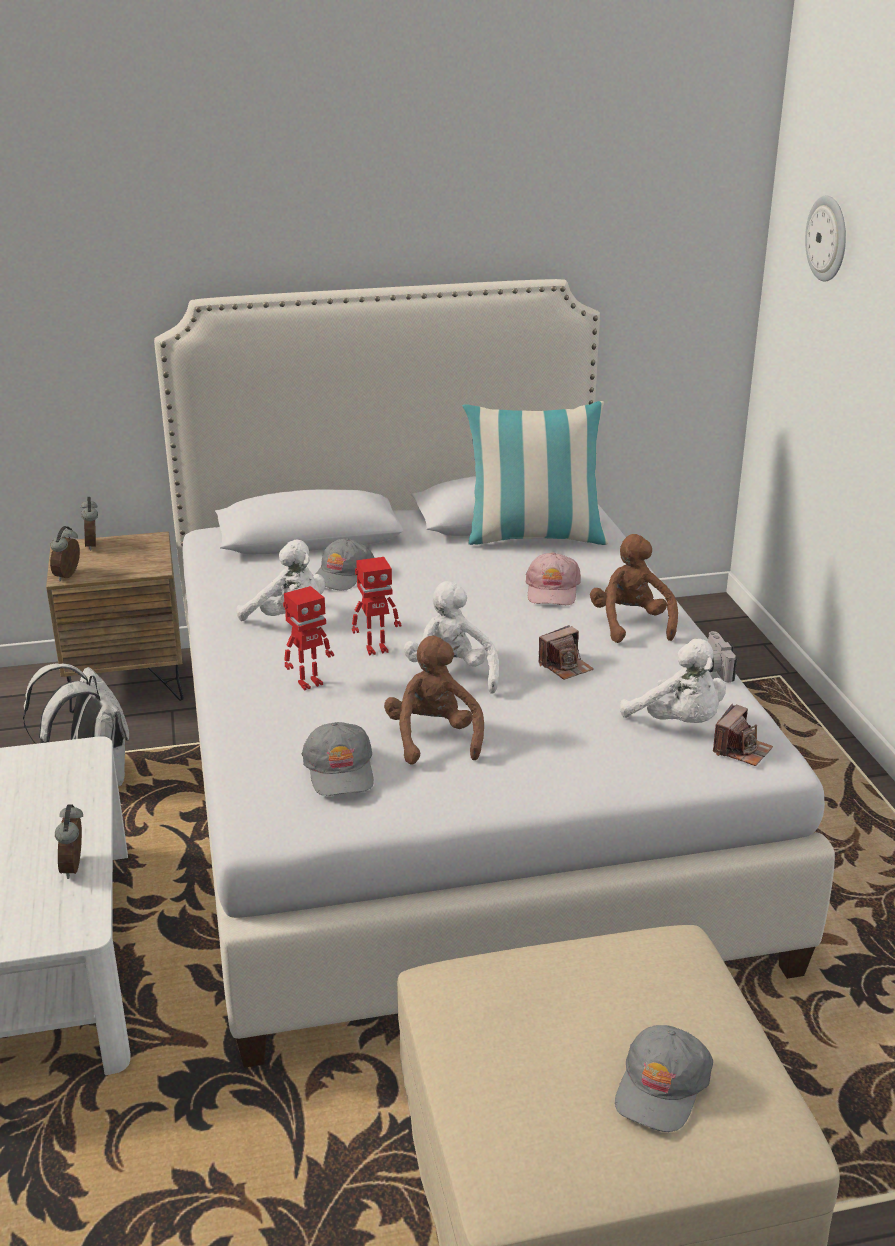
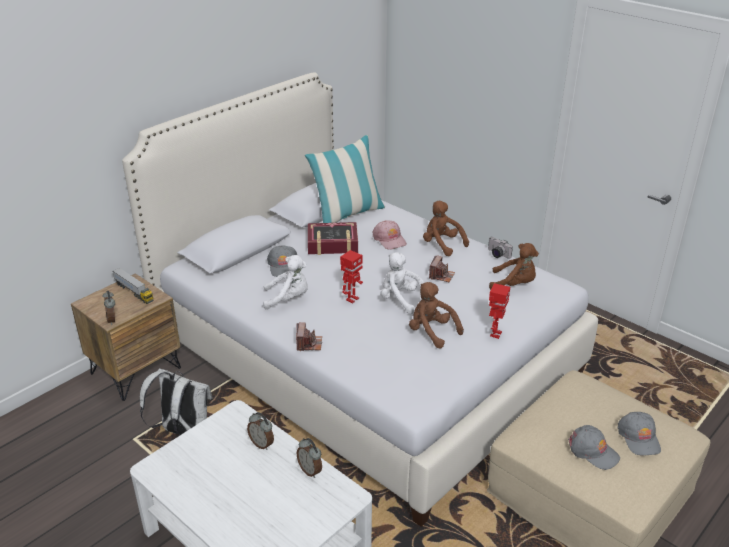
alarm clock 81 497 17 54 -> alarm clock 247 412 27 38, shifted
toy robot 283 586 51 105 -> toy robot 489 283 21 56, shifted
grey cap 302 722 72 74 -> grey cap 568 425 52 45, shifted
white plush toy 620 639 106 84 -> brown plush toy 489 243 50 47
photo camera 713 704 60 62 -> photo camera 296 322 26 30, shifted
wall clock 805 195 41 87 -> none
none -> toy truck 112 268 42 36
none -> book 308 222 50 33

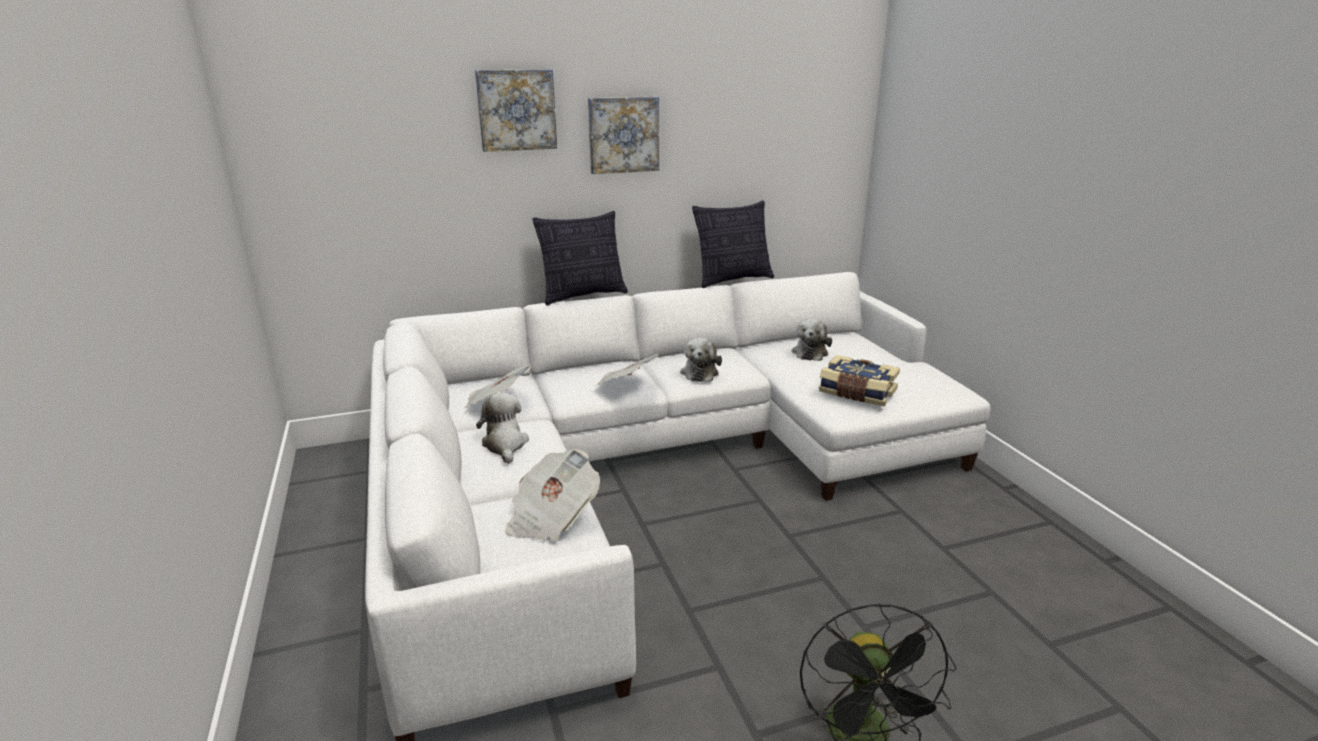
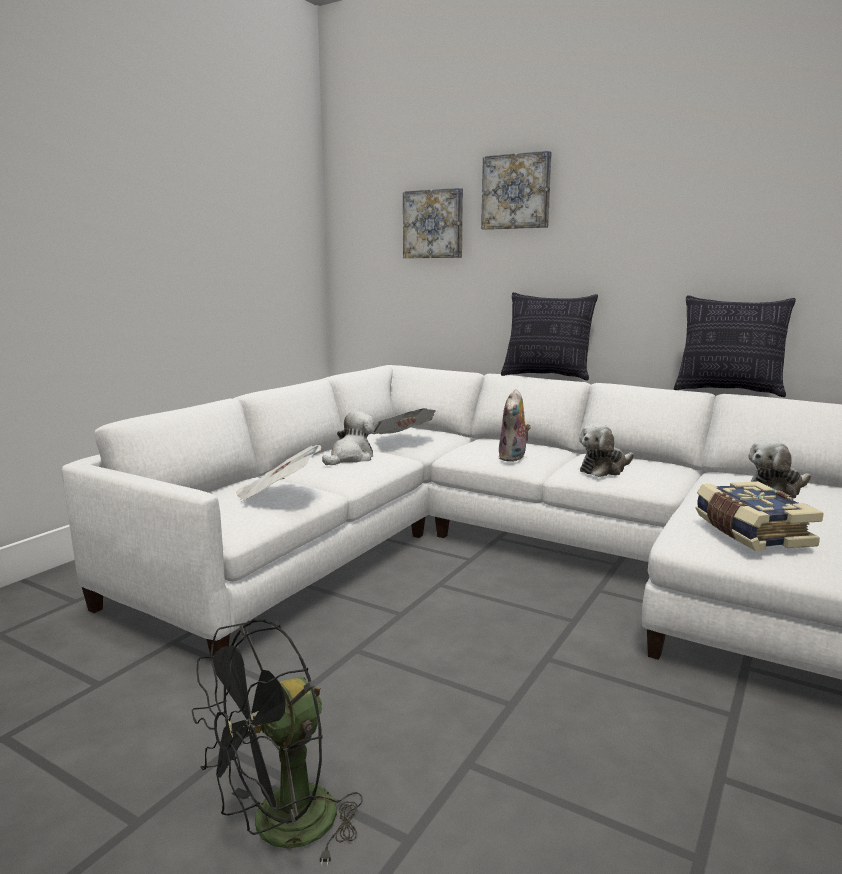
picture 588 97 71 77 -> picture 403 188 60 70, shifted
newspaper 595 354 63 32 -> plush toy 499 389 32 73

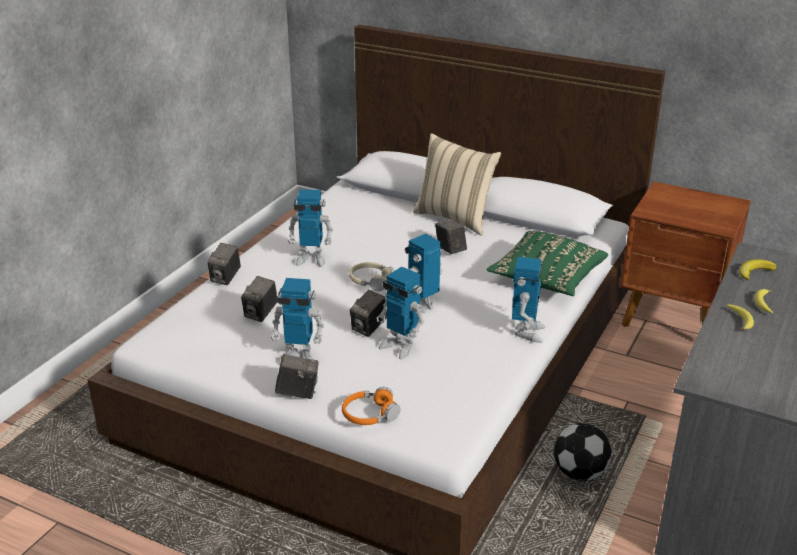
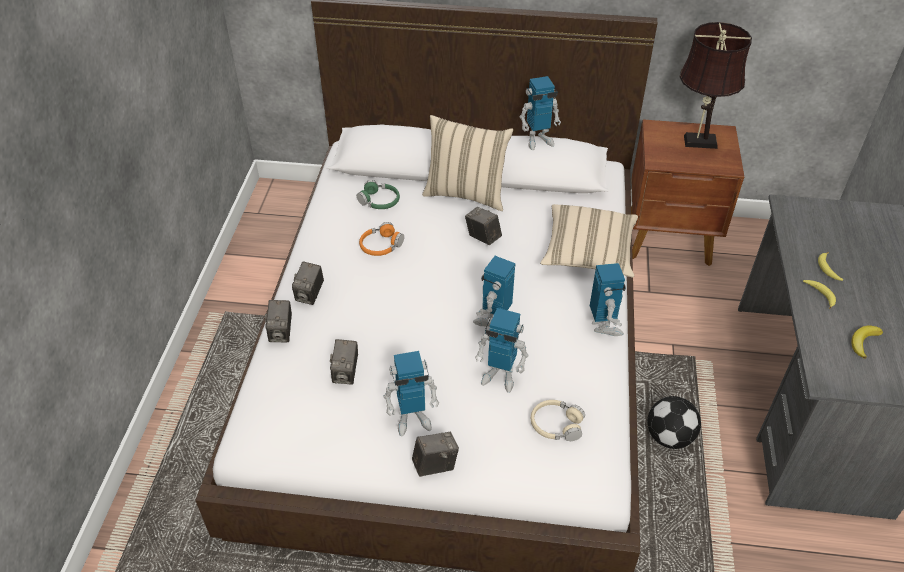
toy robot 288 189 45 78 -> toy robot 520 76 41 74, shifted
orange headphones 342 387 58 38 -> orange headphones 359 222 45 34, shifted
beige headphones 349 262 45 30 -> beige headphones 531 400 54 41, shifted
photo camera 350 290 37 47 -> photo camera 292 262 32 43, shifted
green pillow 486 231 122 65 -> beige pillow 540 204 98 73
banana 739 259 37 22 -> banana 851 326 32 33, shifted
none -> green headphones 357 180 43 29
none -> brown table lamp 680 22 72 127

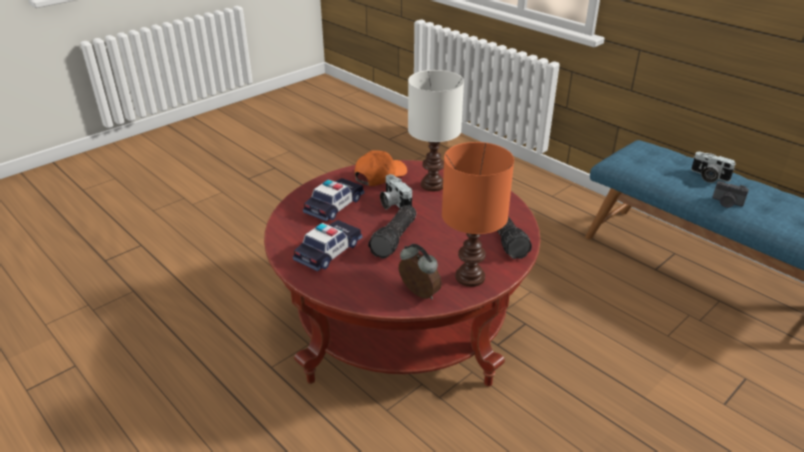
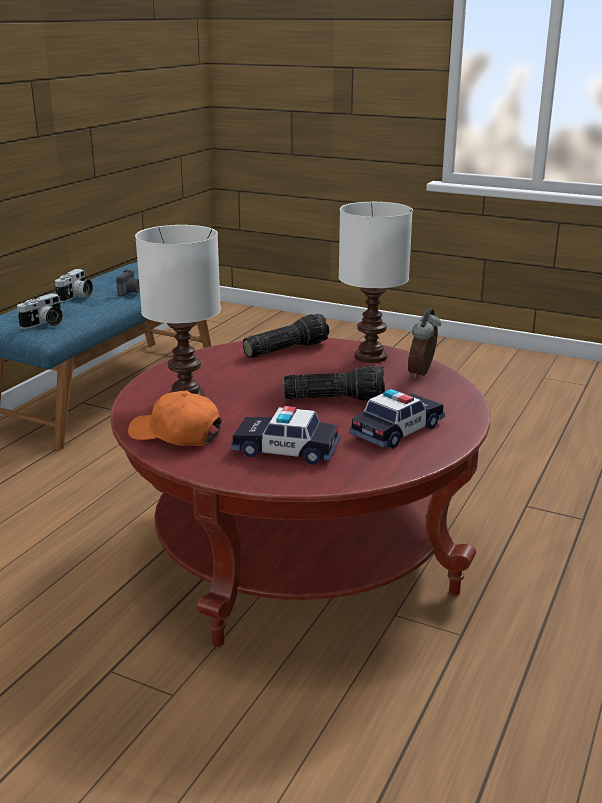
toy car 293 220 69 51 -> toy car 349 389 96 60, 120 degrees clockwise
photo camera 380 174 32 36 -> photo camera 17 293 46 36, shifted
orange table lamp 442 142 72 145 -> white table lamp 339 202 74 161

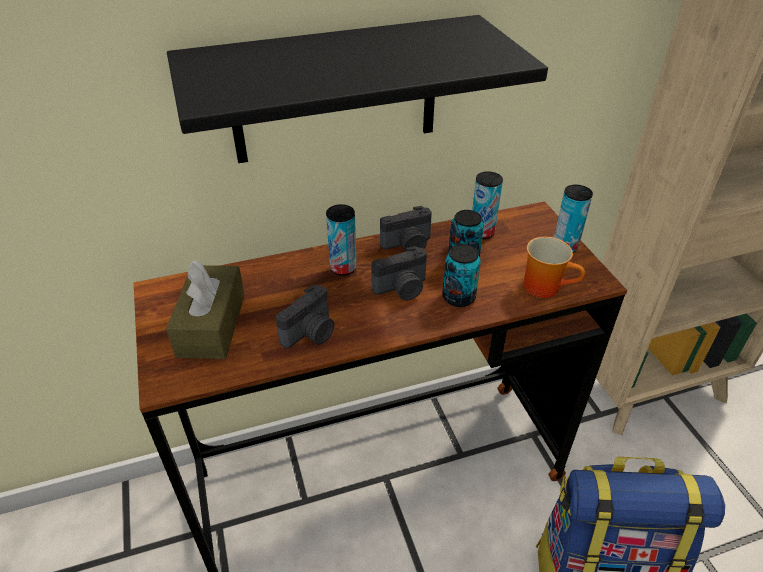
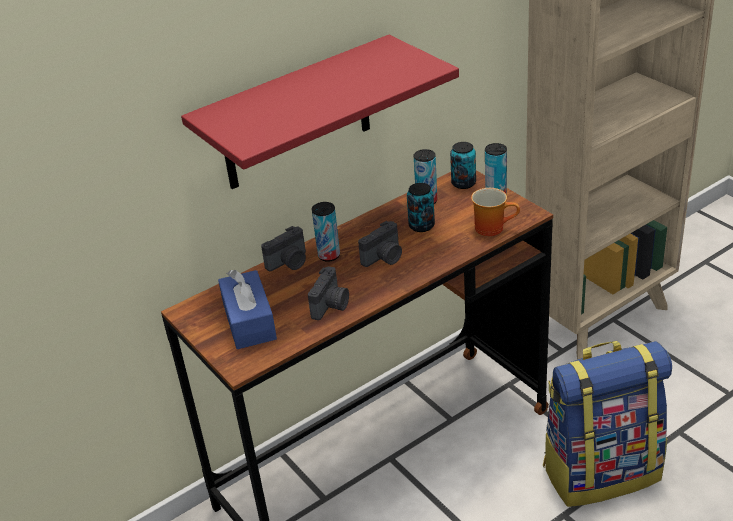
brown tissue box 166 260 79 99 -> blue tissue box 218 270 59 79
black shelf 167 15 381 148 -> red shelf 181 35 278 154
photo camera 380 206 52 46 -> photo camera 261 226 45 45, shifted
can 442 244 39 63 -> can 450 142 26 47, shifted

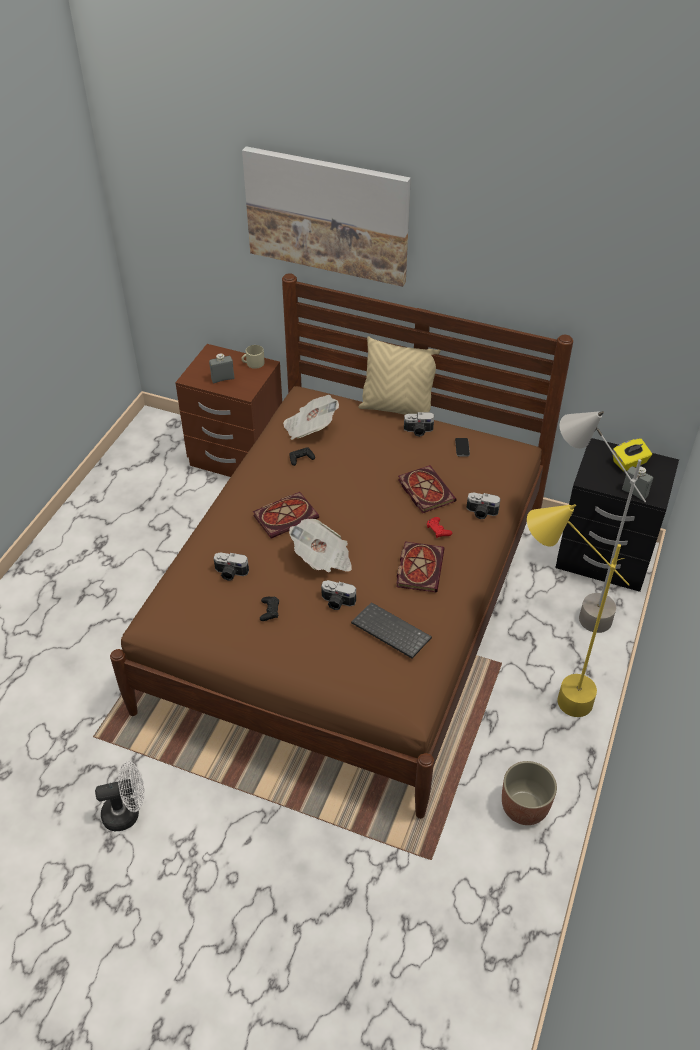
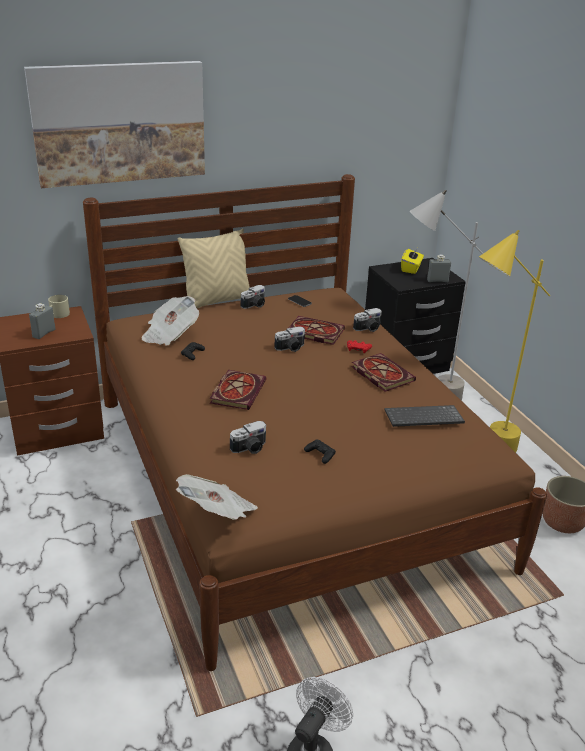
newspaper 289 519 63 53 -> newspaper 176 474 82 46, shifted
photo camera 321 580 35 30 -> photo camera 274 326 31 26, shifted

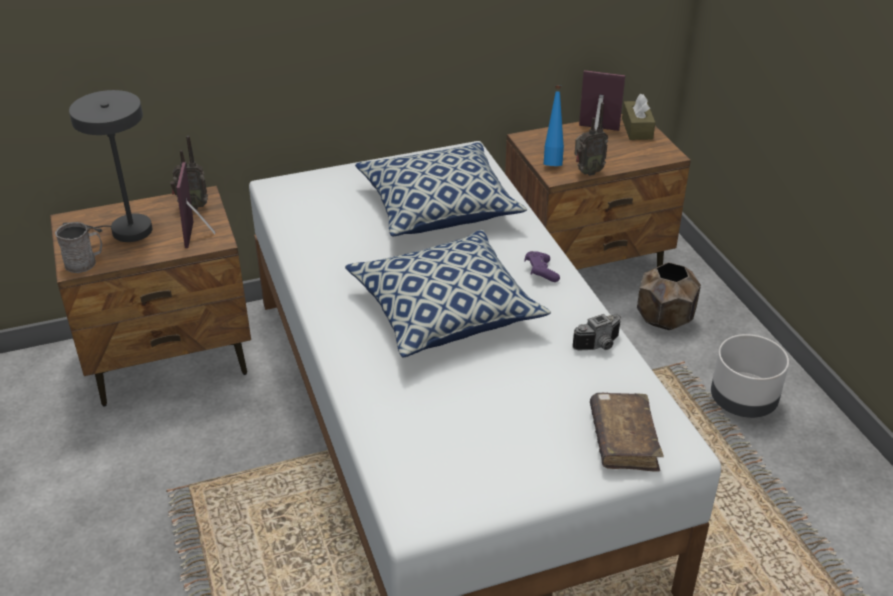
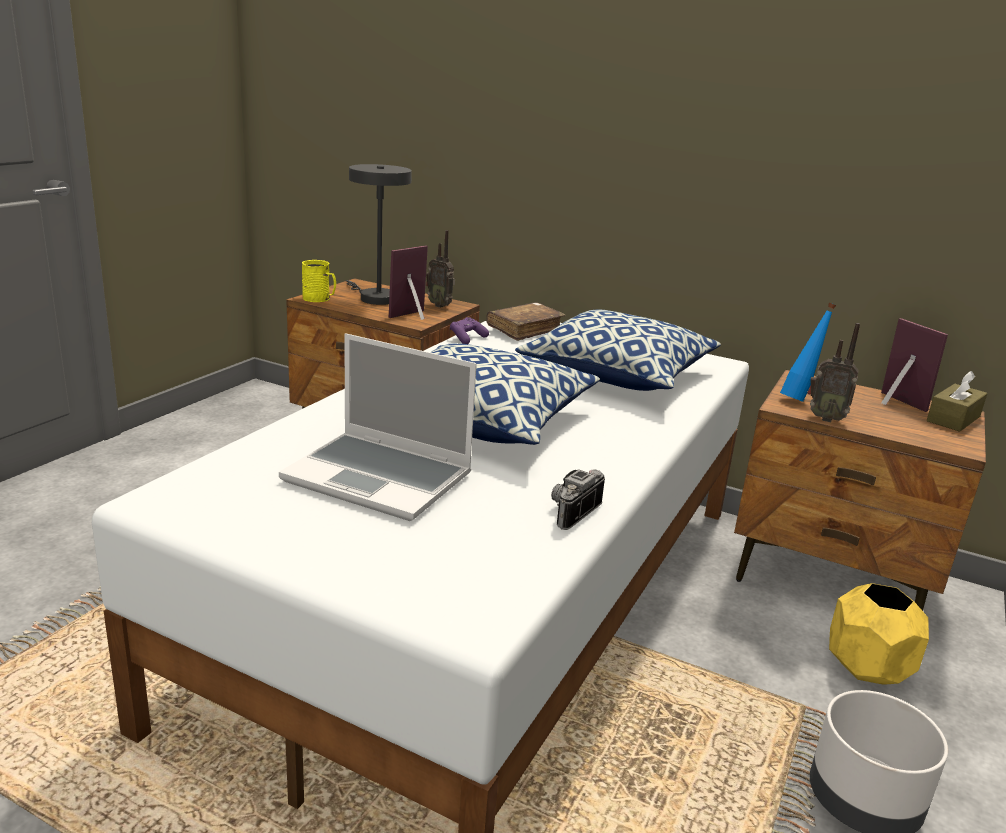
grey mug 55 222 47 51 -> yellow mug 302 260 34 42
purple game controller 524 251 36 31 -> purple game controller 450 317 39 27, shifted
photo camera 572 314 49 36 -> photo camera 551 469 54 61, 105 degrees clockwise
brown book 590 393 74 79 -> brown book 486 302 80 39, shifted
brown planter 637 262 64 68 -> yellow planter 829 583 100 102
none -> laptop 279 333 198 188

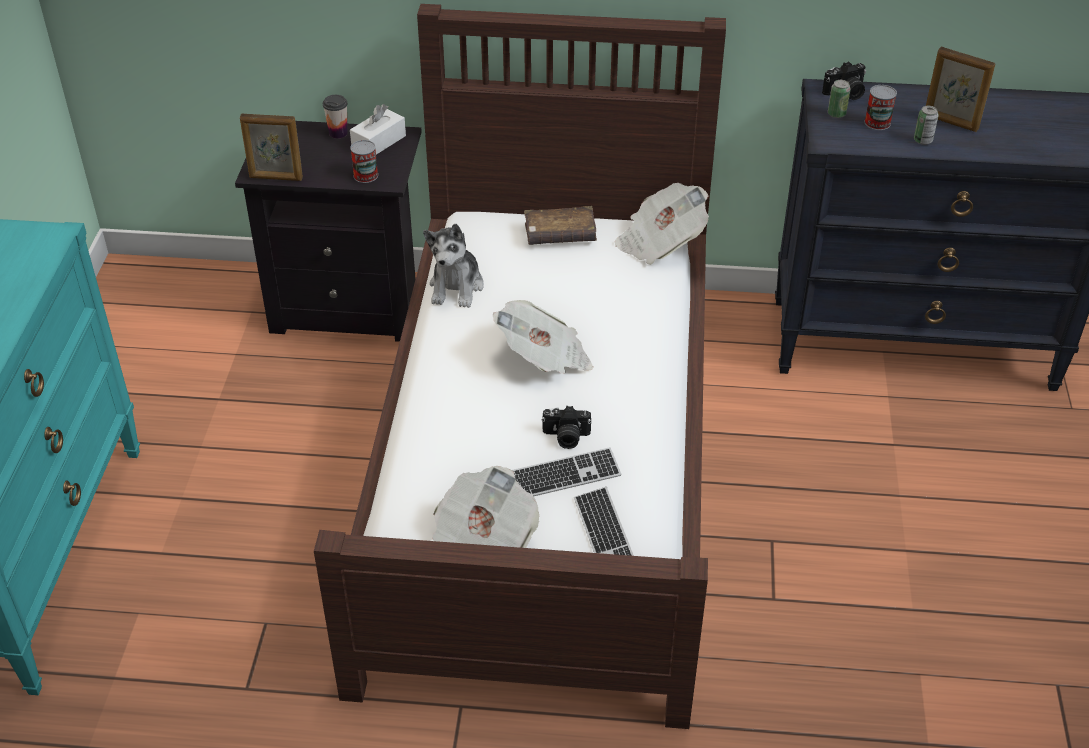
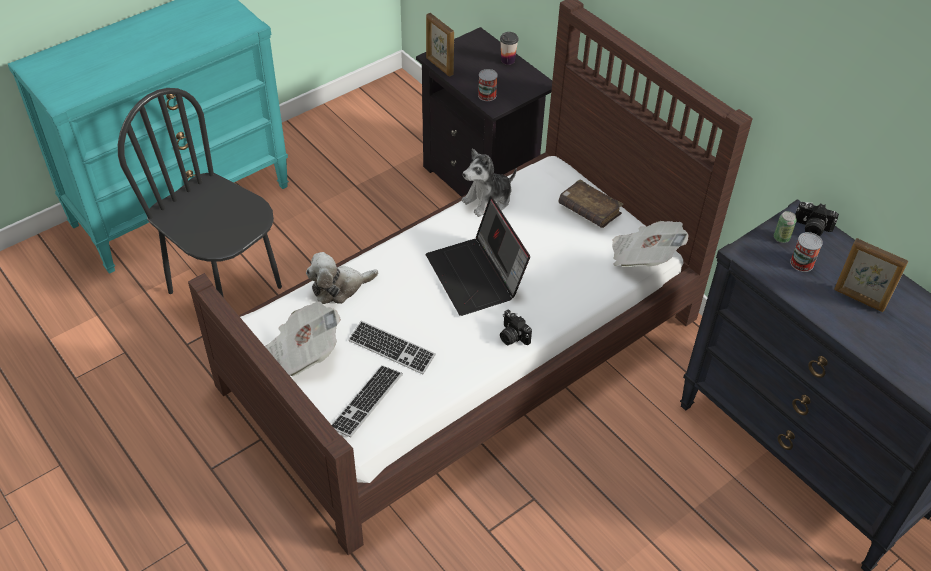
white tissue box 350 104 56 51 -> none
newspaper 493 300 101 74 -> laptop 426 196 104 120
photo camera 542 406 50 43 -> photo camera 500 310 32 35, shifted
can 914 106 25 39 -> none
picture frame 926 47 70 85 -> picture frame 834 238 74 74, 45 degrees counterclockwise
none -> black chair 118 88 164 210
none -> plush toy 306 252 72 52

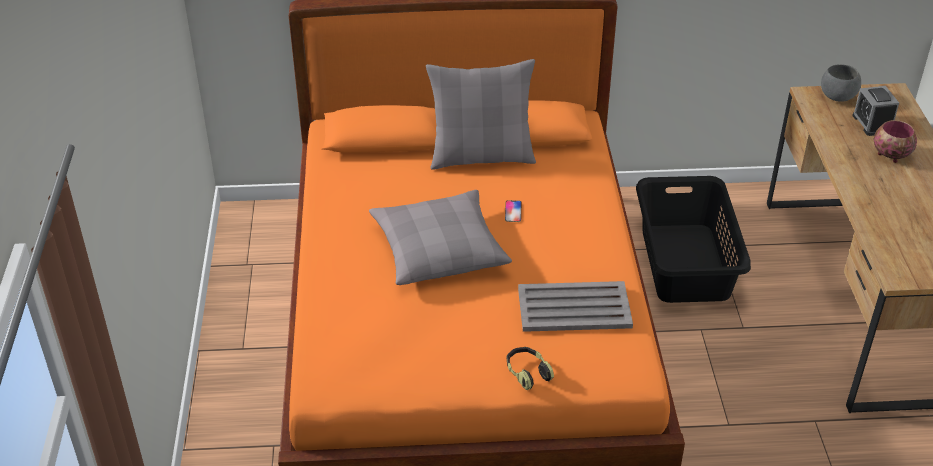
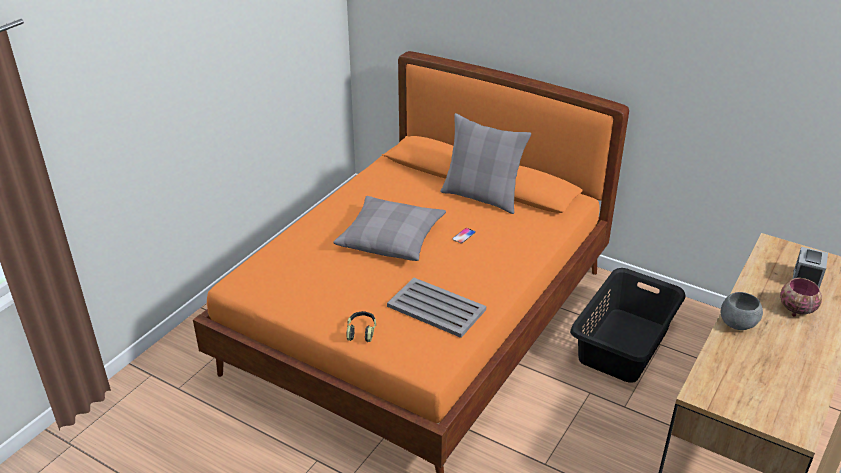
grey bowl 821 64 40 37 -> grey bowl 721 292 42 38, shifted

